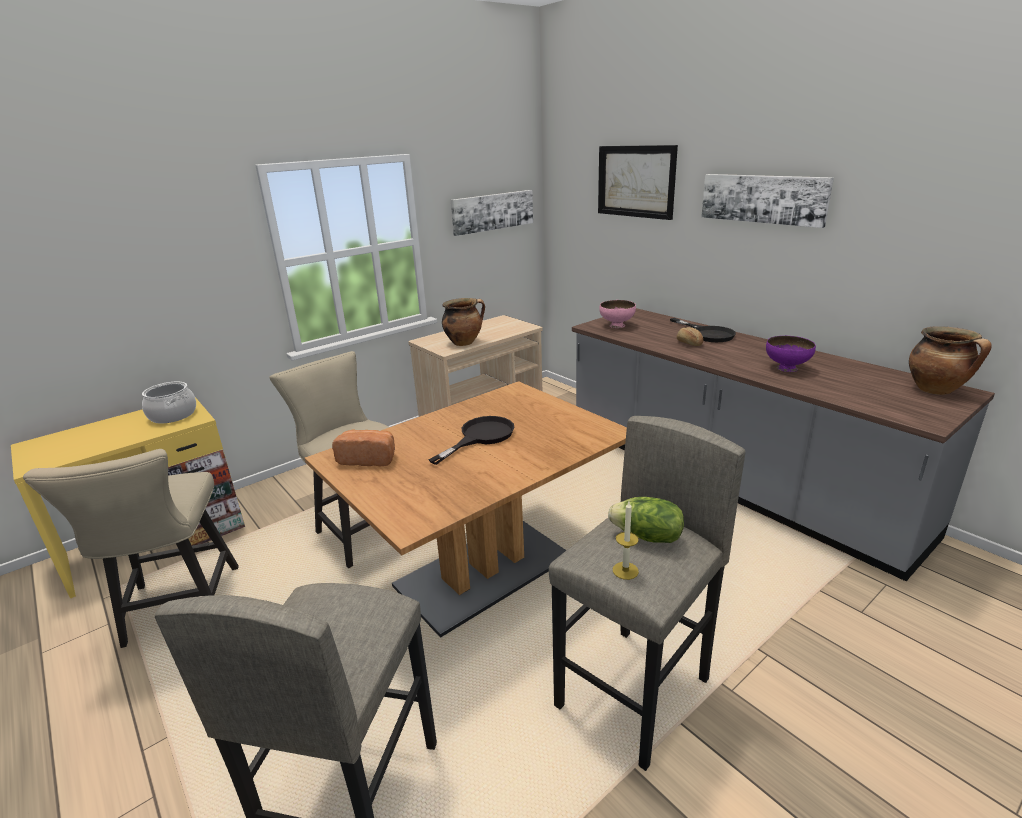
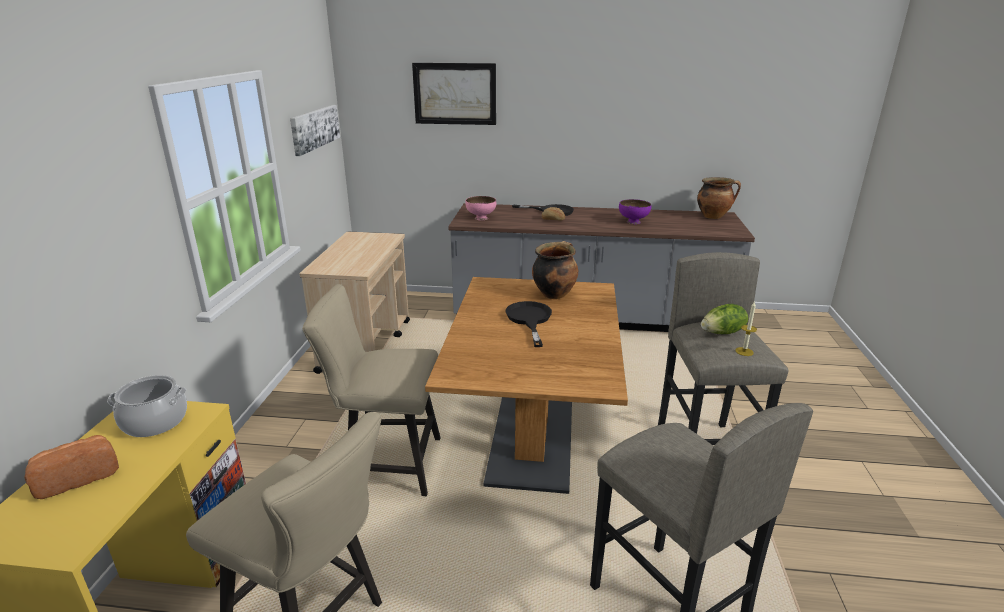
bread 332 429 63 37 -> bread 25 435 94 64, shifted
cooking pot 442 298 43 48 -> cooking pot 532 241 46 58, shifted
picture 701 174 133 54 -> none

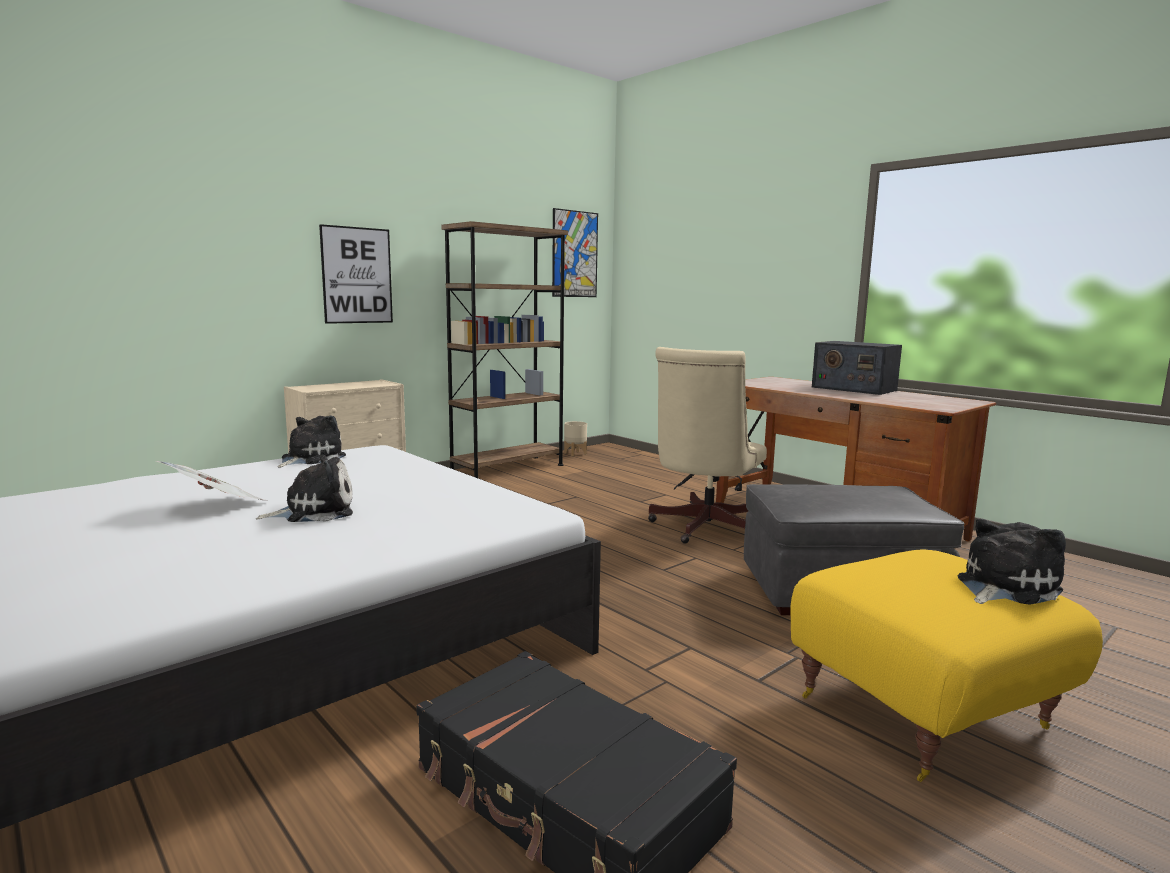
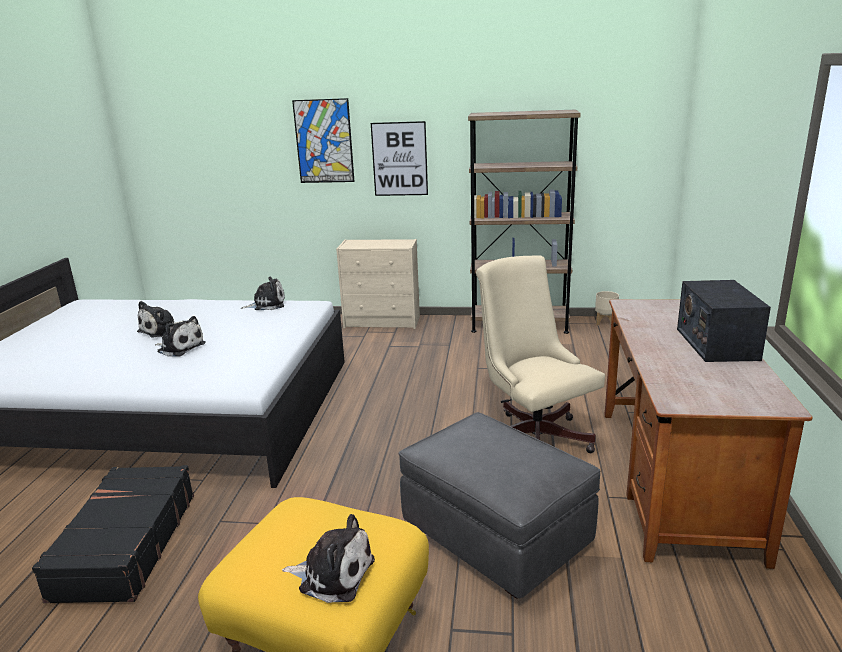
newspaper 157 461 108 39 -> plush toy 137 301 46 37
picture 552 208 46 89 -> picture 292 98 63 85, shifted
beige office chair 648 347 119 197 -> beige office chair 476 255 129 198, 75 degrees clockwise

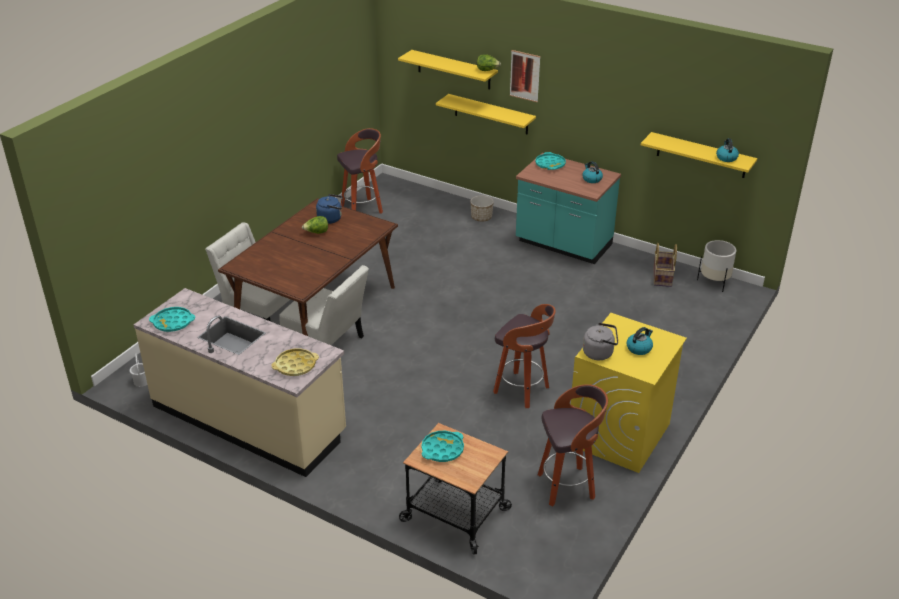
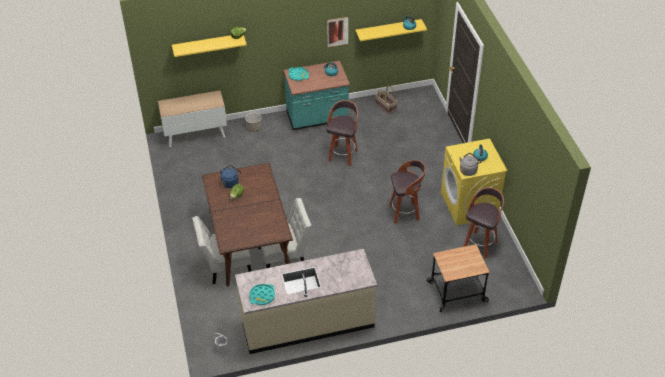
yellow tray 272 348 47 28 -> none
stool 337 128 46 86 -> stool 326 100 32 66, shifted
turquoise tray 421 431 43 31 -> none
yellow shelf 436 94 100 41 -> none
picture 510 50 30 52 -> picture 327 17 21 30, shifted
white planter 697 240 39 52 -> none
none -> cabinet 158 91 69 56

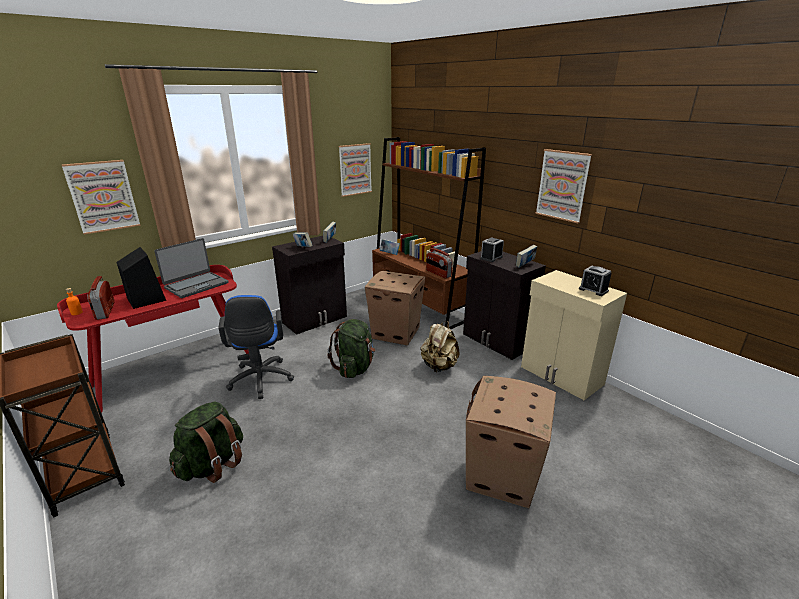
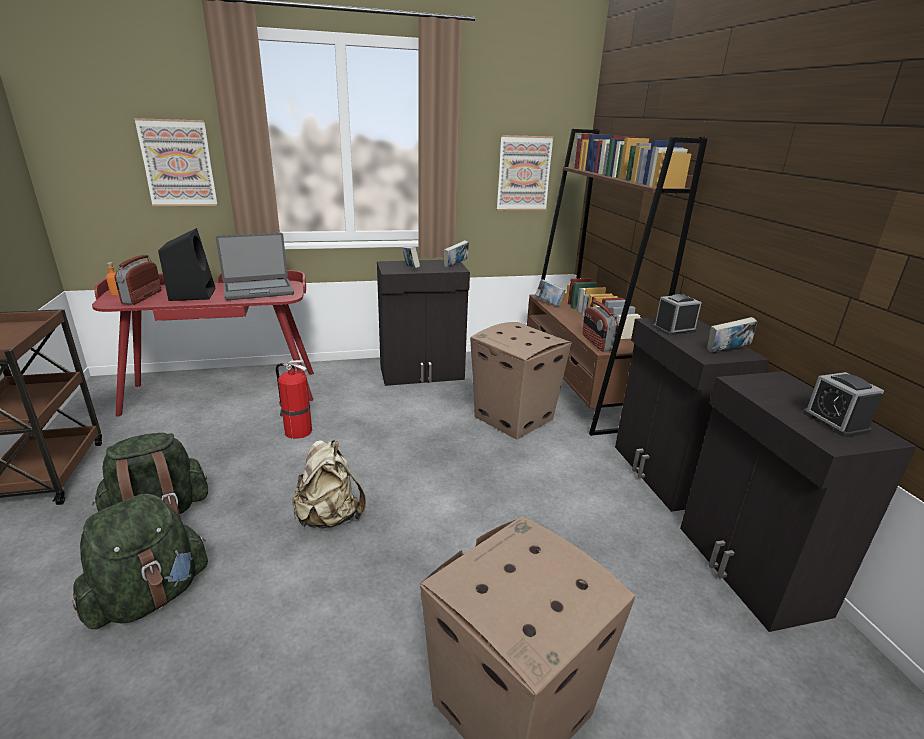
blue office chair 218 295 76 104 -> fire extinguisher 276 360 36 79
green backpack 328 319 48 59 -> green backpack 72 494 136 135, shifted
beige backpack 421 321 38 51 -> beige backpack 292 440 74 88, shifted
beige cabinet 521 270 106 130 -> black cabinet 680 371 237 261
picture 535 149 57 74 -> none

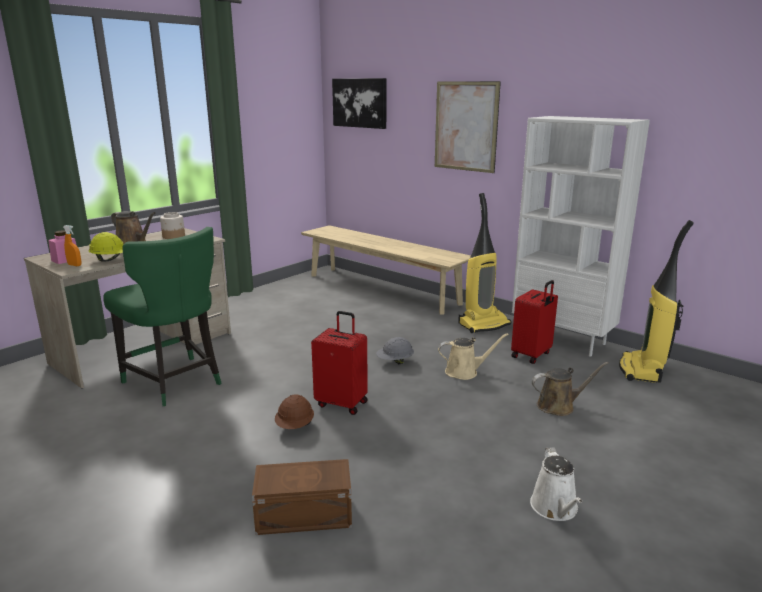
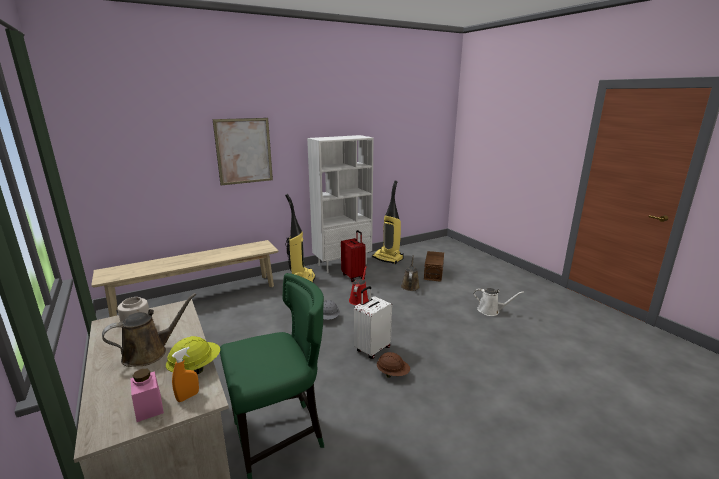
brown storage box 252 459 100 76 -> brown storage box 424 251 20 31, shifted
red suitcase 311 311 57 104 -> white suitcase 354 286 38 73
picture 332 78 55 51 -> none
beige watering can 438 333 71 47 -> red watering can 349 266 20 39

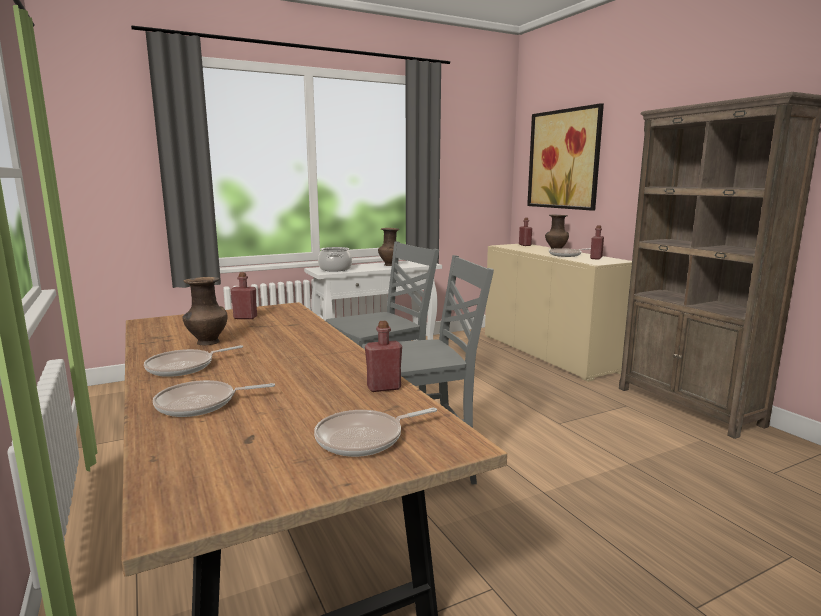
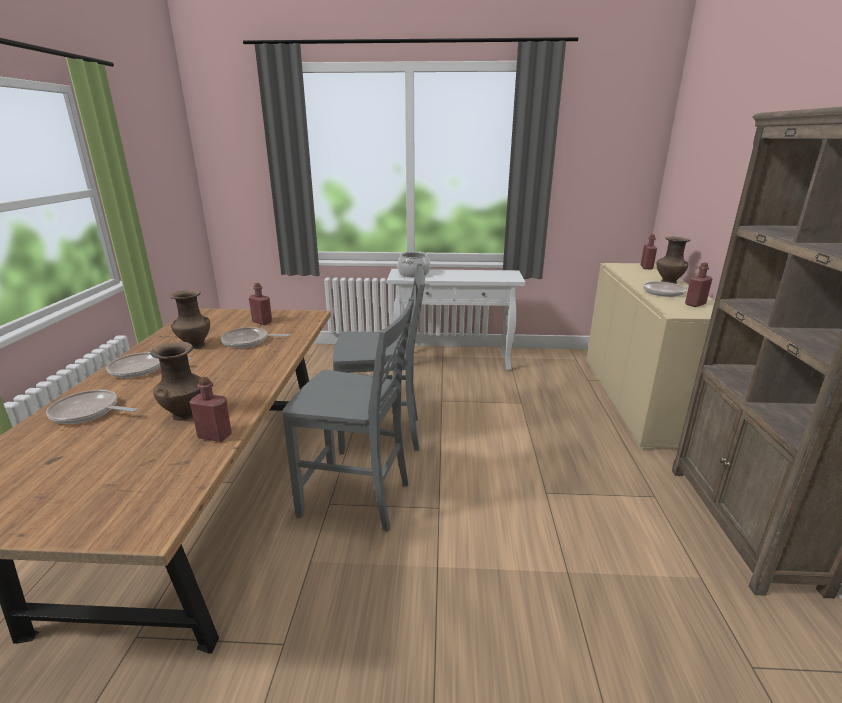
frying pan 314 408 123 49 -> frying pan 220 327 71 21, shifted
brown vase 378 228 22 38 -> brown vase 150 342 51 79, shifted
picture 527 103 77 108 -> none

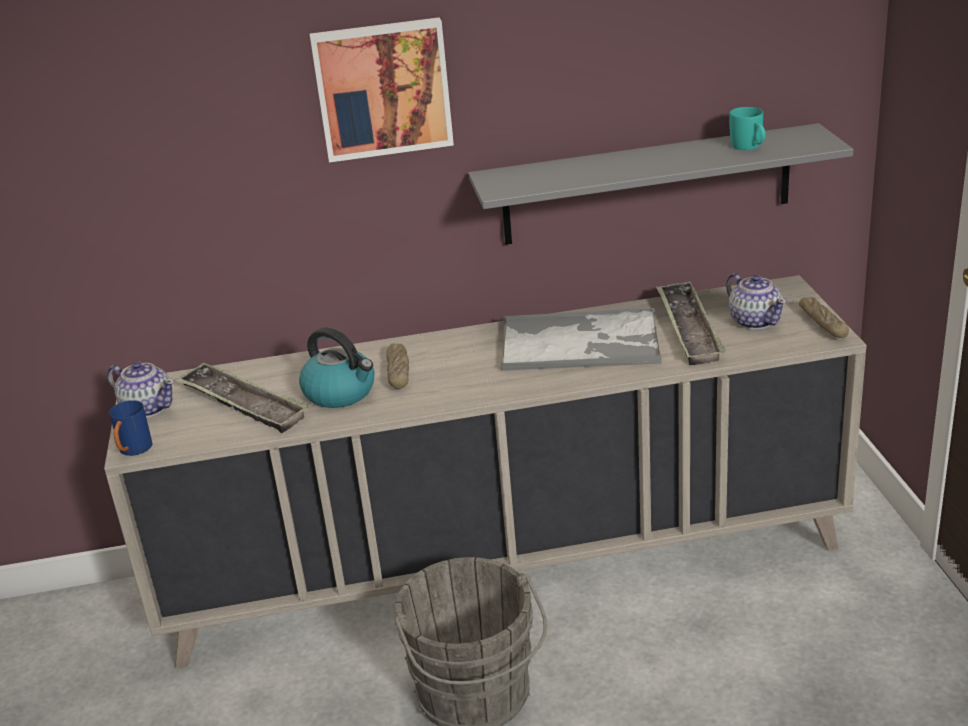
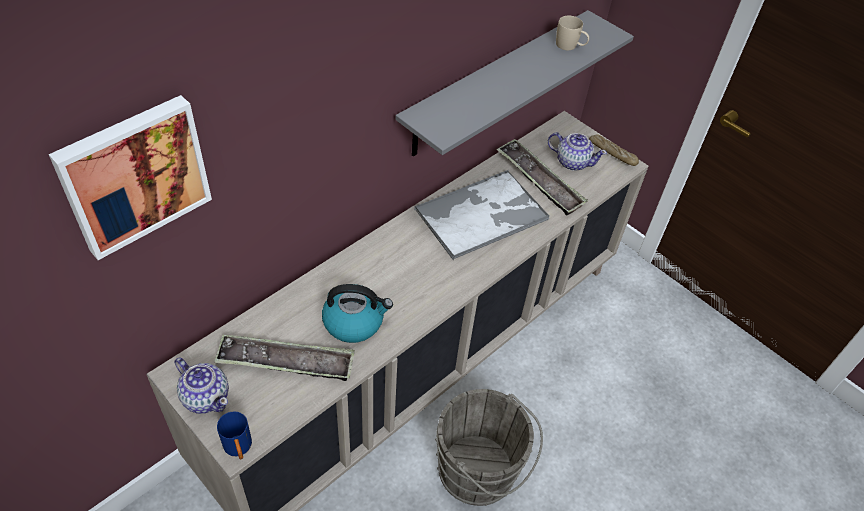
teapot 107 361 68 57 -> teapot 174 358 55 56, 45 degrees clockwise
picture 310 17 144 146 -> picture 49 95 163 165, shifted
bread 387 343 22 46 -> none
turquoise mug 729 107 37 43 -> beige mug 556 16 33 34

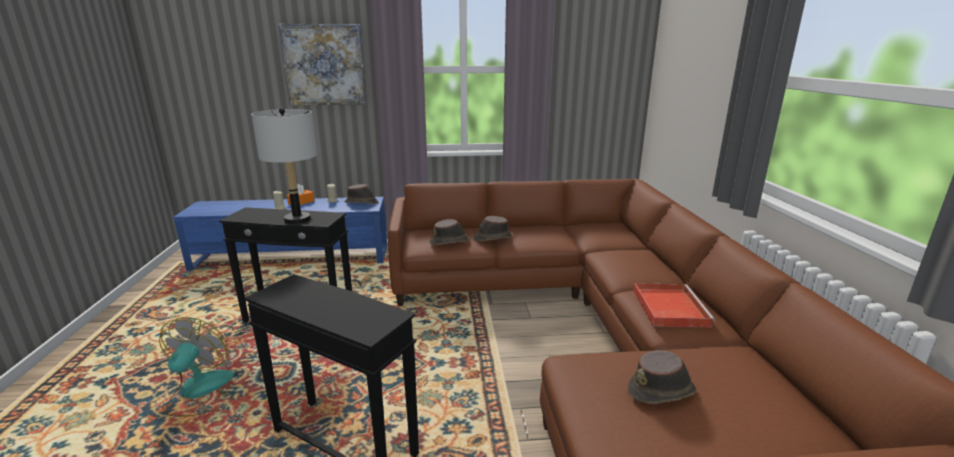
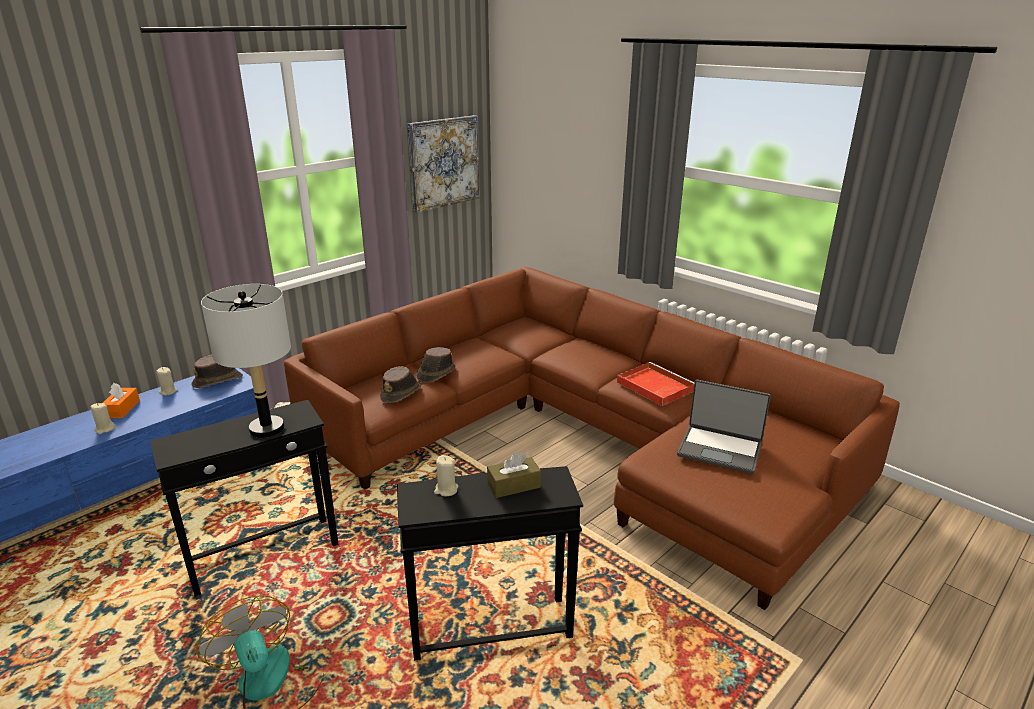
picture 279 24 88 81 -> picture 407 115 72 98, shifted
brown hat 628 350 69 54 -> laptop 677 380 94 94
none -> beige candle 434 455 24 41
none -> brown tissue box 487 452 54 46

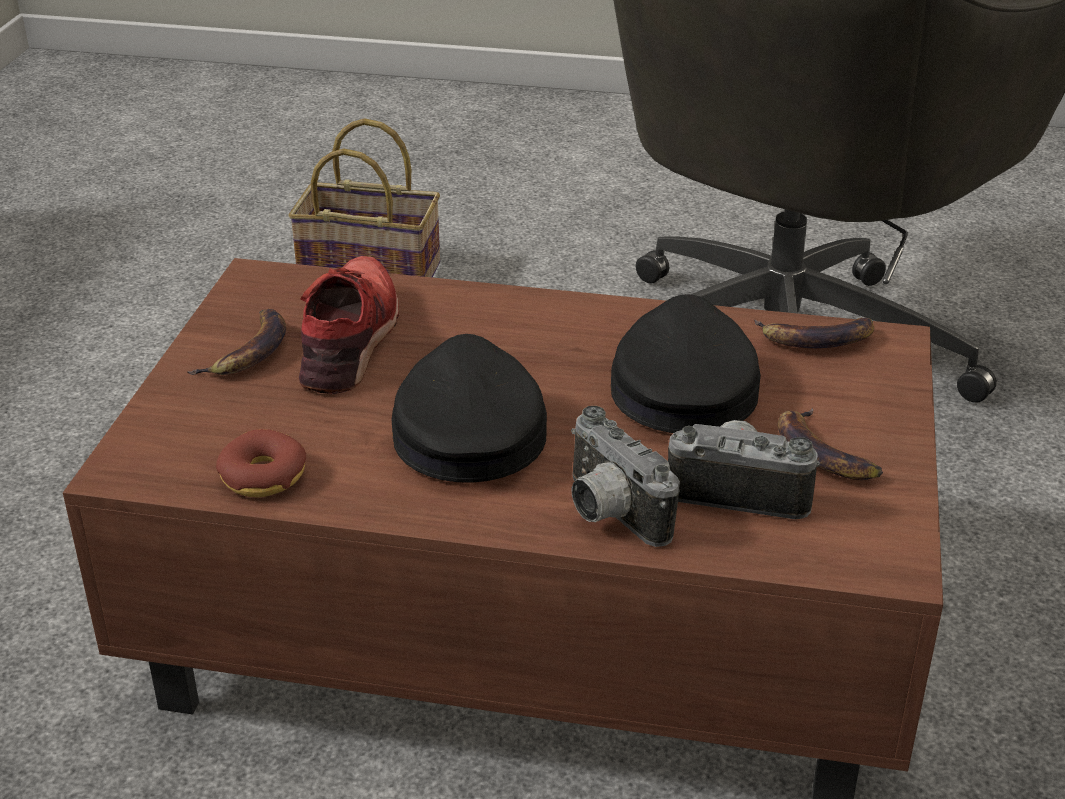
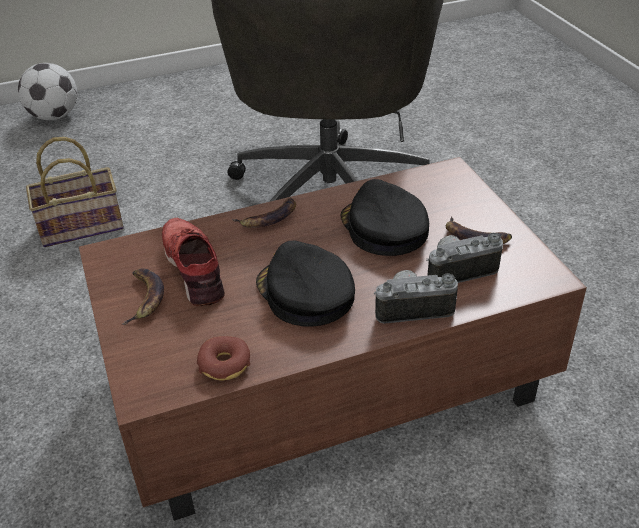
photo camera 571 406 109 141 -> photo camera 374 270 84 54, 150 degrees clockwise
banana 754 318 120 30 -> banana 232 198 64 30, shifted
none -> football 18 63 59 57

